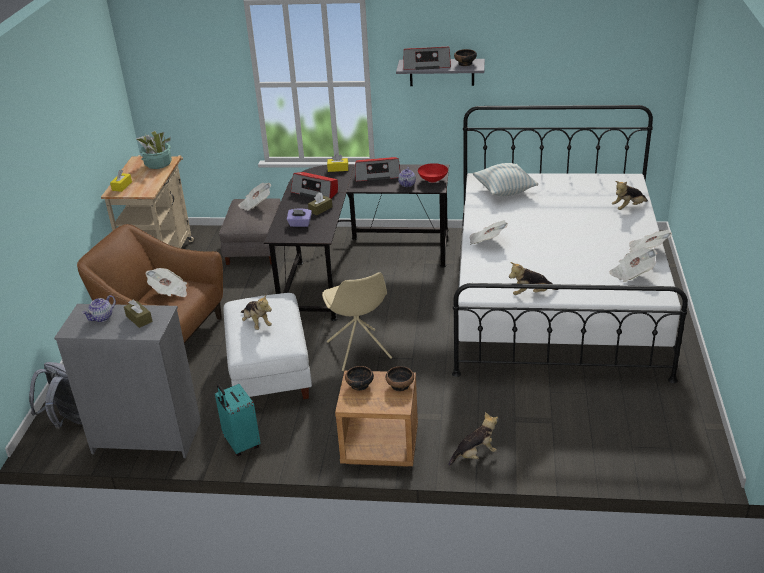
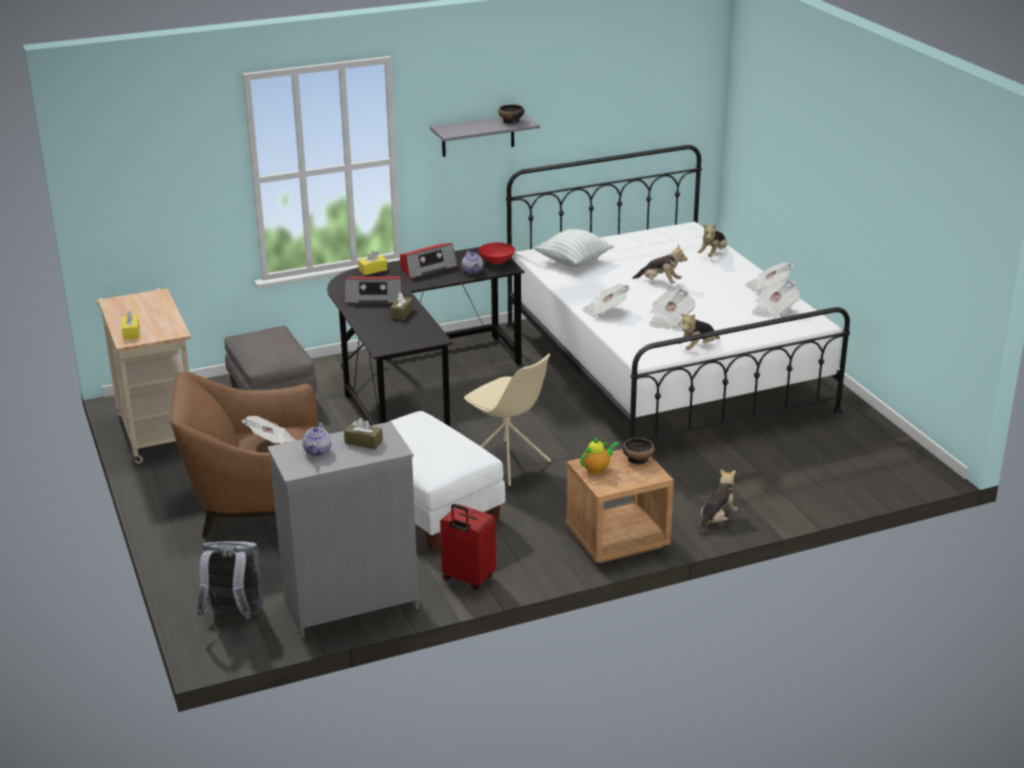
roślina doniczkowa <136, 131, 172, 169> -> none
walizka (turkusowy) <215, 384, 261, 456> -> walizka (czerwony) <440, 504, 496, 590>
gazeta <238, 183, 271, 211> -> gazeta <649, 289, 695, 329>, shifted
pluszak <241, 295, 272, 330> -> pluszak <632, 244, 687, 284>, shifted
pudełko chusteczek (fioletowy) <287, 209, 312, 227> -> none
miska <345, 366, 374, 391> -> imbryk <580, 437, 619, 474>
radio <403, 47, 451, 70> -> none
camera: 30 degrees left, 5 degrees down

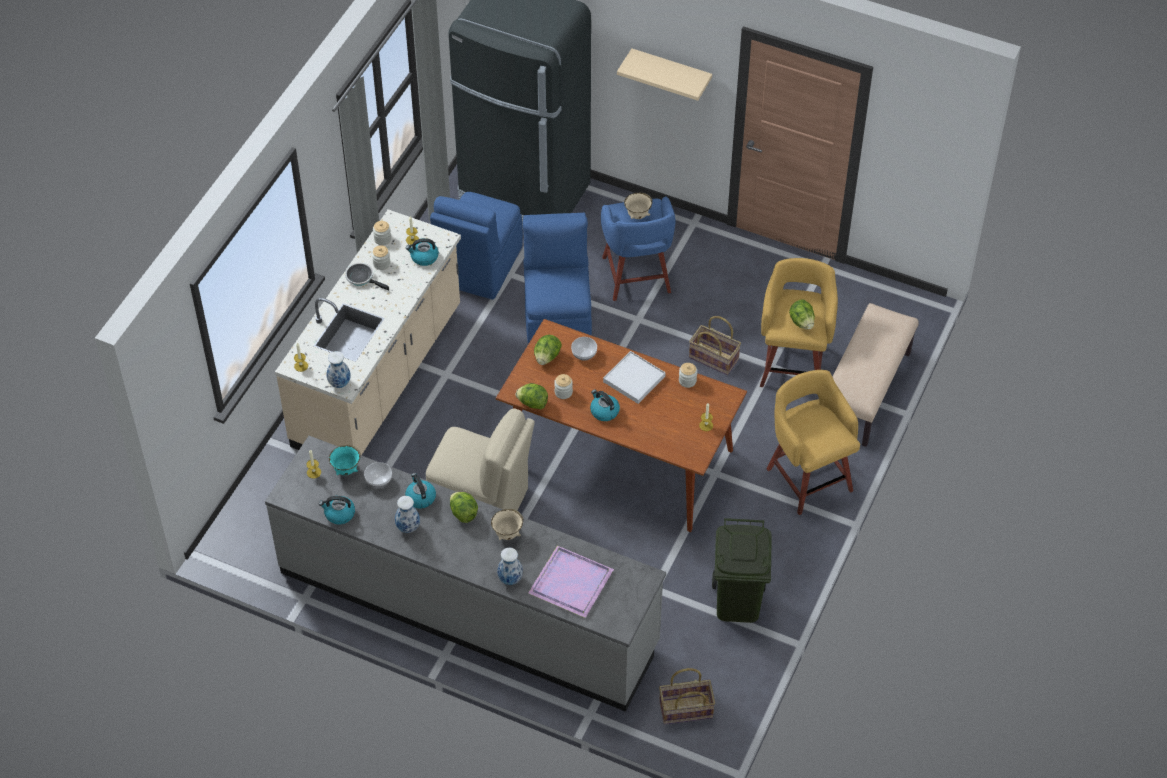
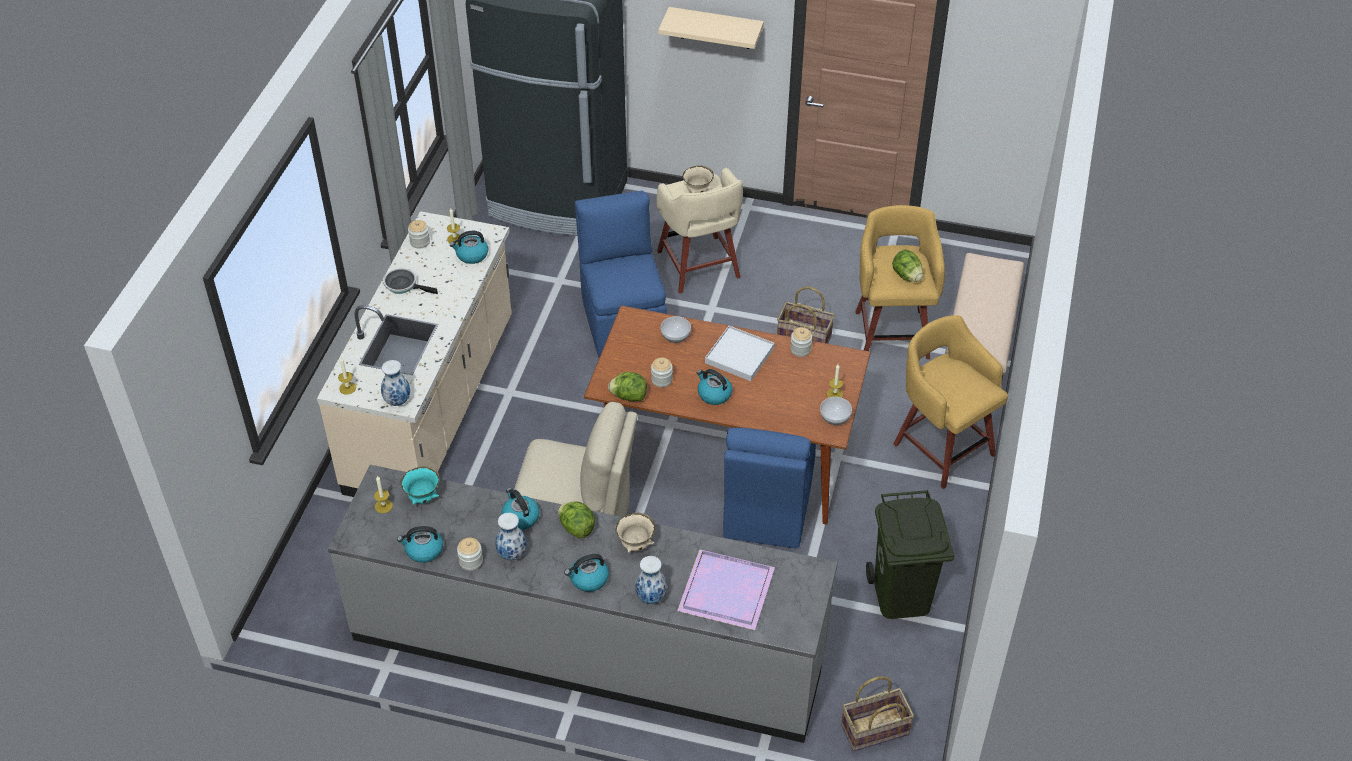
miska <364, 462, 392, 488> -> miska <820, 397, 852, 425>, shifted
słoik <372, 245, 390, 270> -> słoik <457, 538, 483, 571>, shifted
krzesło (niebieski) <430, 192, 523, 300> -> krzesło (niebieski) <723, 427, 816, 549>, shifted
sałata <534, 335, 562, 365> -> none
stołek (niebieski) <601, 197, 675, 301> -> stołek (beżowy) <657, 168, 743, 293>
none -> czajnik <564, 554, 609, 592>
camera: 10 degrees left, 5 degrees down

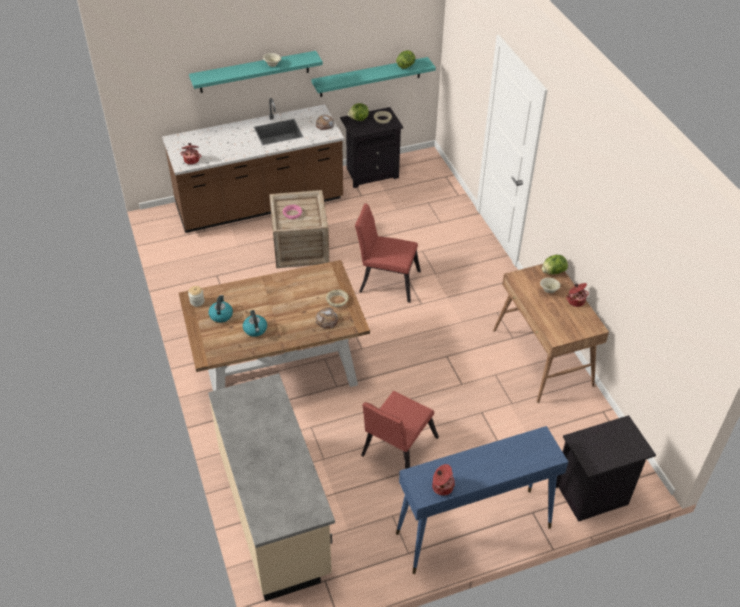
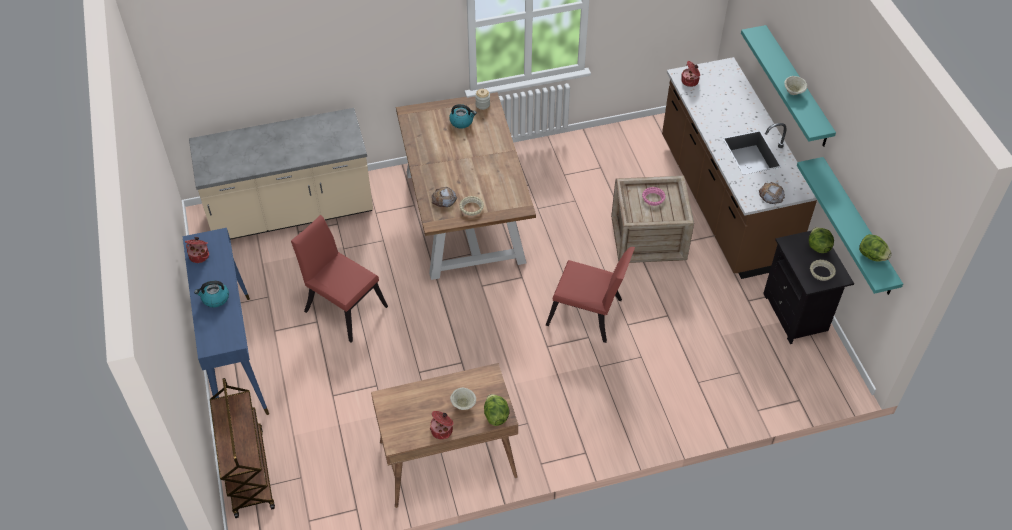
czajnik <243, 310, 267, 337> -> czajnik <194, 281, 229, 308>, shifted
krzesło (czerwony) <355, 203, 421, 303> -> krzesło (czerwony) <546, 247, 635, 343>, 90 degrees clockwise
szafka nocna (czarny) <556, 415, 656, 522> -> wózek (brązowy) <210, 378, 275, 518>
camera: 95 degrees right, 5 degrees up

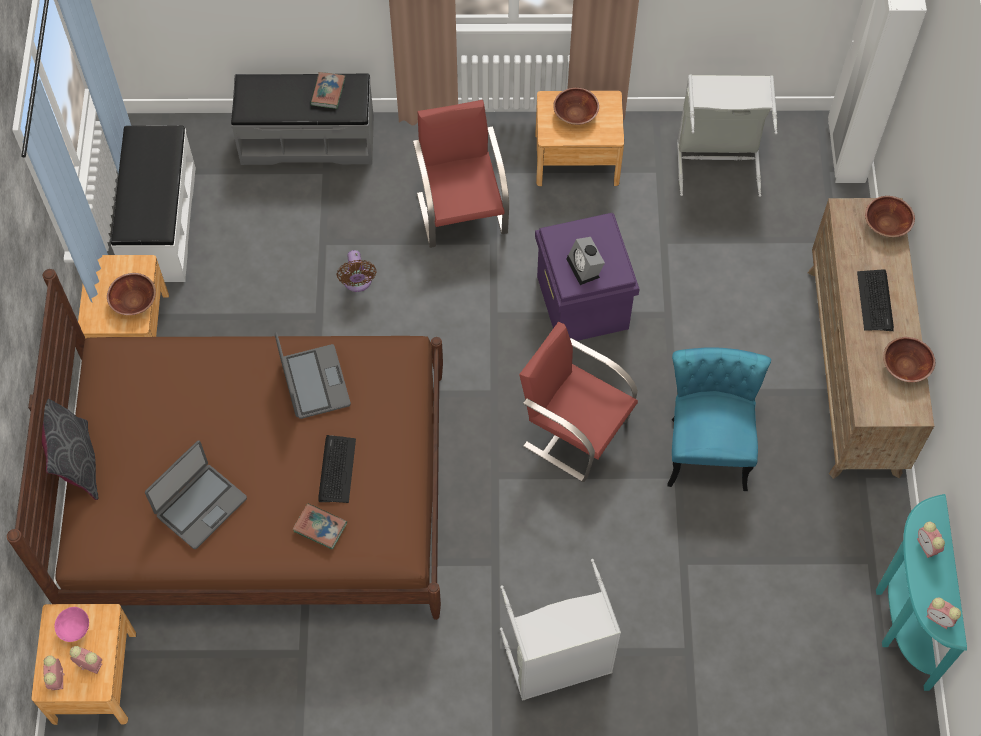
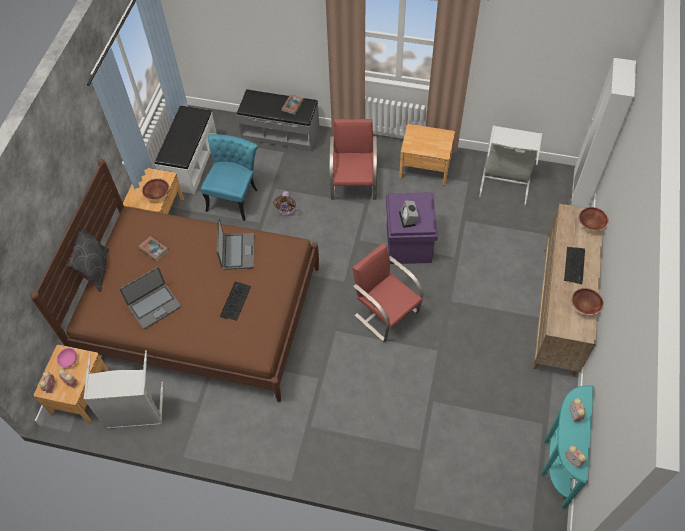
książka <292, 504, 347, 550> -> książka <139, 236, 169, 261>, shifted
kosz na pranie (szary) <500, 559, 621, 700> -> kosz na pranie (szary) <84, 350, 163, 429>, shifted
miska (brązowy) <553, 88, 599, 125> -> none
krzesło (turkusowy) <667, 347, 771, 491> -> krzesło (turkusowy) <200, 134, 258, 221>, shifted
camera: 15 degrees right, 5 degrees down

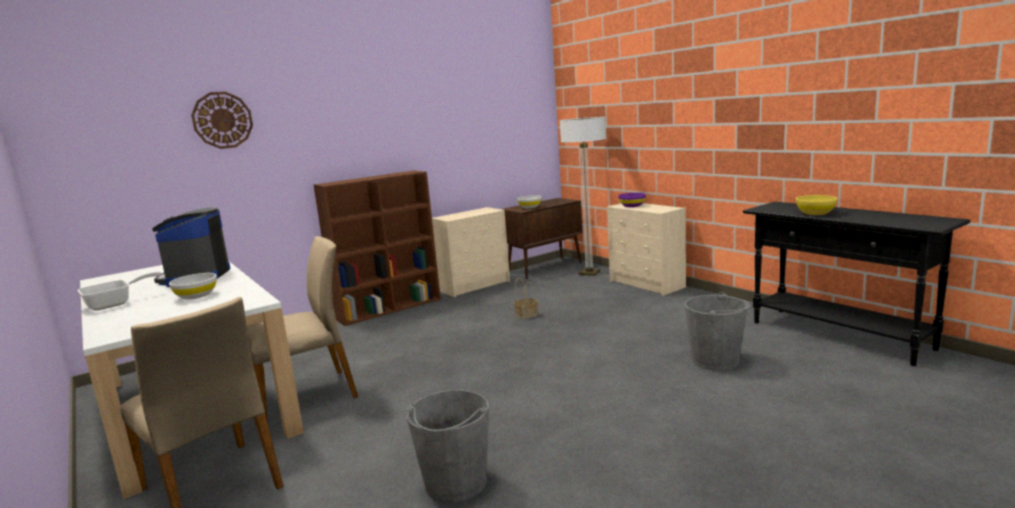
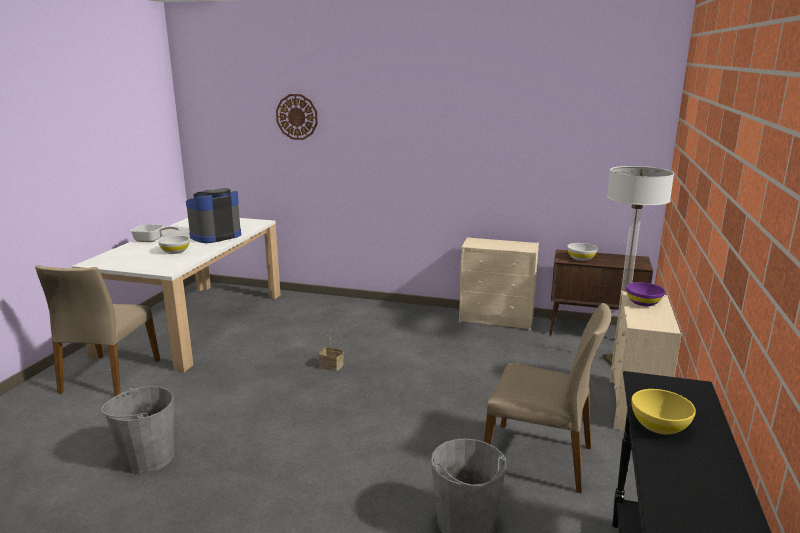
krzesło (beżowy) <247, 236, 358, 423> -> krzesło (beżowy) <484, 303, 611, 494>, shifted
regał (brązowy) <314, 170, 441, 326> -> none
koszyk <513, 278, 538, 320> -> koszyk <318, 326, 344, 371>, shifted
camera: 50 degrees right, 5 degrees up

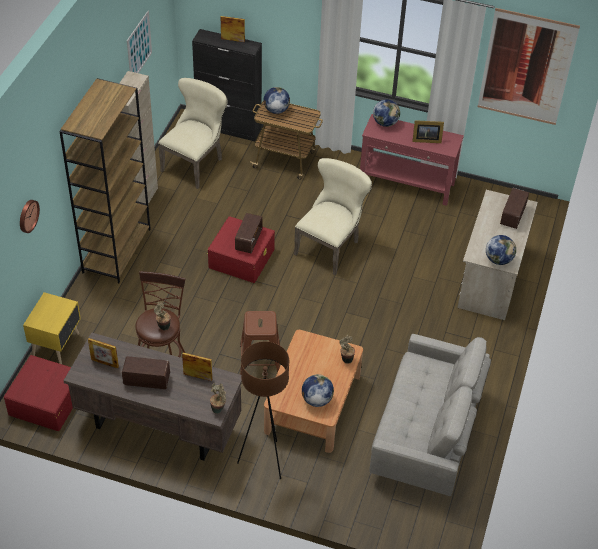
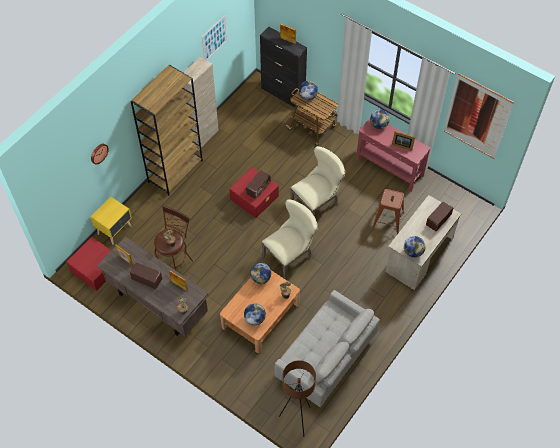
krzesło (beżowy) <158, 78, 227, 189> -> krzesło (beżowy) <262, 199, 318, 280>, shifted
lampa stojąca (brązowy) <237, 341, 289, 479> -> lampa stojąca (brązowy) <279, 360, 316, 437>, shifted
stołek (brązowy) <240, 311, 280, 375> -> stołek (brązowy) <372, 189, 404, 234>, shifted
none -> globus <250, 263, 271, 284>
camera: 20 degrees right, 10 degrees up

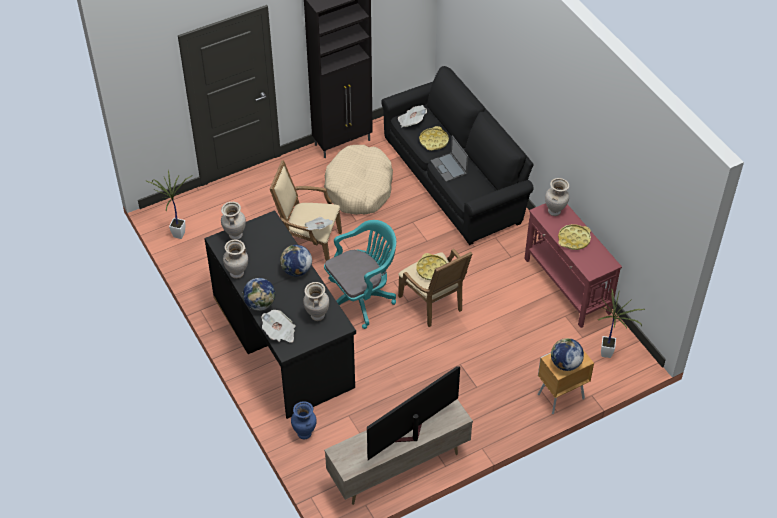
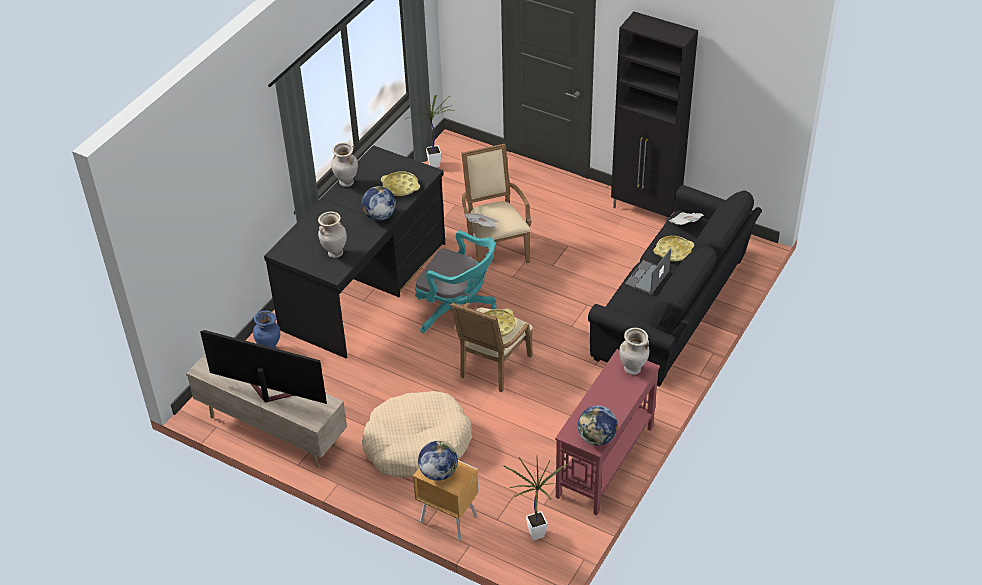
wazon (beżowy) <221, 202, 246, 240> -> none
globus <243, 278, 275, 311> -> globus <578, 406, 618, 446>, shifted
gazeta <262, 310, 295, 343> -> none
legowisko (beżowy) <324, 145, 393, 215> -> legowisko (beżowy) <362, 391, 472, 477>, shifted
taca (żółty) <558, 224, 591, 250> -> taca (żółty) <381, 171, 420, 196>, shifted
camera: 60 degrees right, 5 degrees down

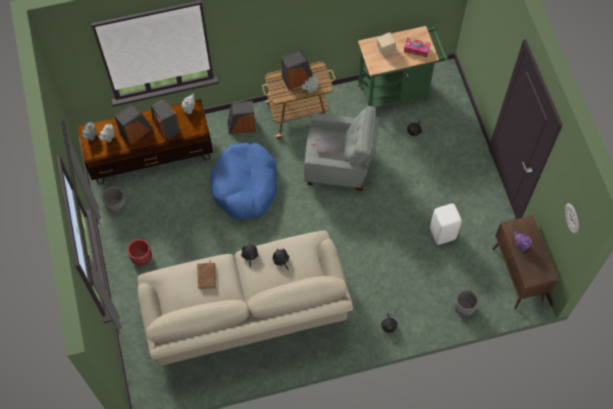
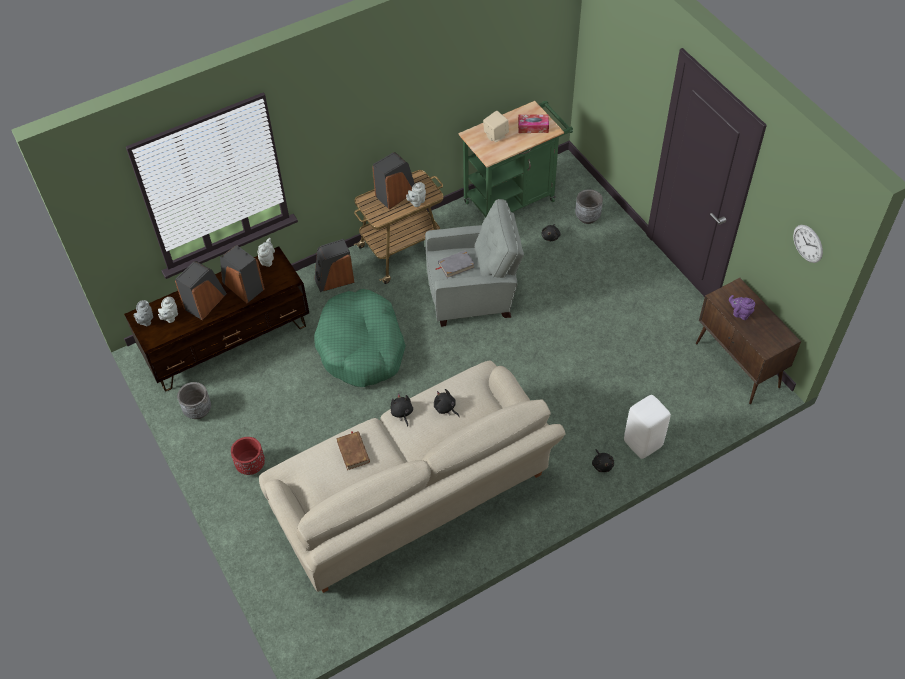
legowisko (niebieski) <210, 143, 277, 220> -> legowisko (zielony) <314, 289, 406, 387>
stołek (biały) <430, 203, 462, 245> -> stołek (biały) <624, 395, 671, 459>, shifted
donica (szary) <454, 289, 479, 316> -> donica (szary) <575, 189, 603, 224>, shifted
camera: 15 degrees left, 10 degrees down

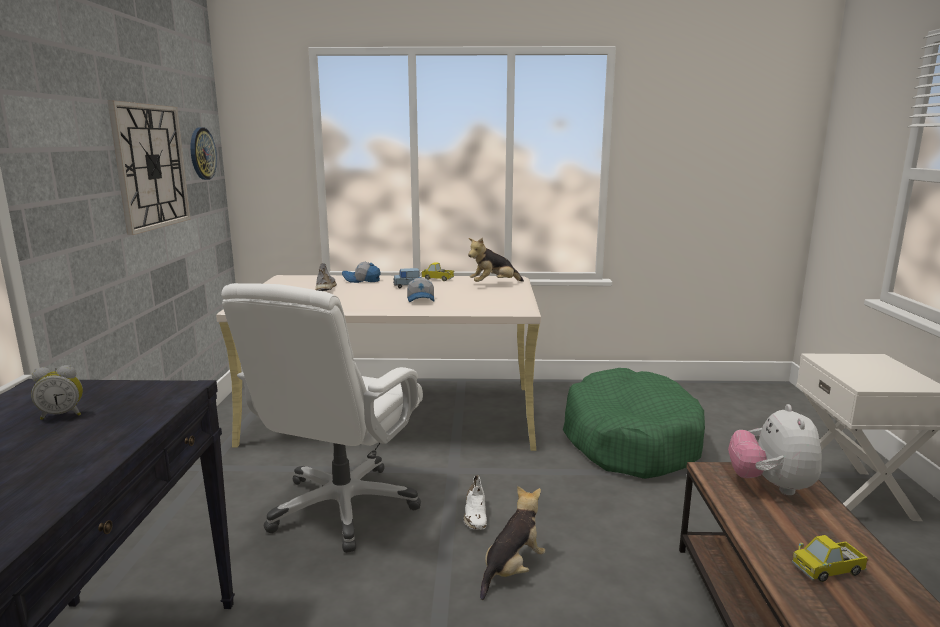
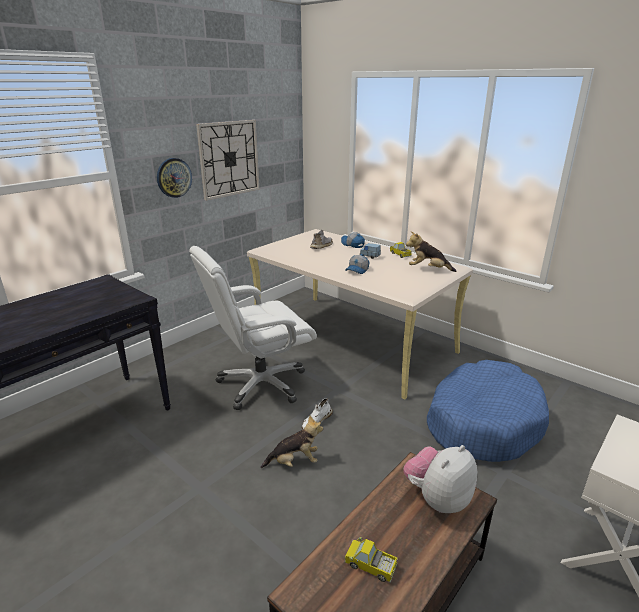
budzik <31, 365, 83, 420> -> none
zegar ścienny <191, 128, 217, 180> -> zegar ścienny <157, 158, 192, 198>, shifted
legowisko (zielony) <563, 368, 705, 479> -> legowisko (niebieski) <427, 360, 549, 462>
camera: 40 degrees right, 10 degrees up

